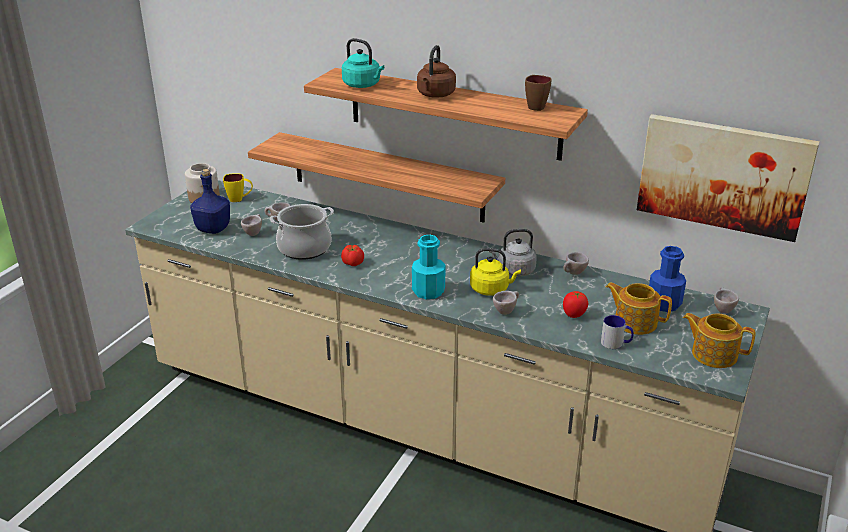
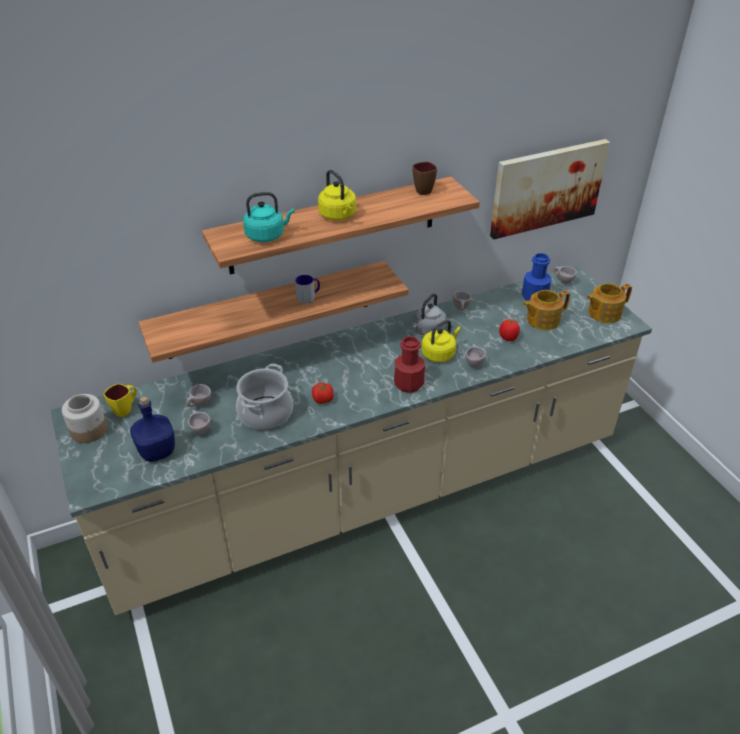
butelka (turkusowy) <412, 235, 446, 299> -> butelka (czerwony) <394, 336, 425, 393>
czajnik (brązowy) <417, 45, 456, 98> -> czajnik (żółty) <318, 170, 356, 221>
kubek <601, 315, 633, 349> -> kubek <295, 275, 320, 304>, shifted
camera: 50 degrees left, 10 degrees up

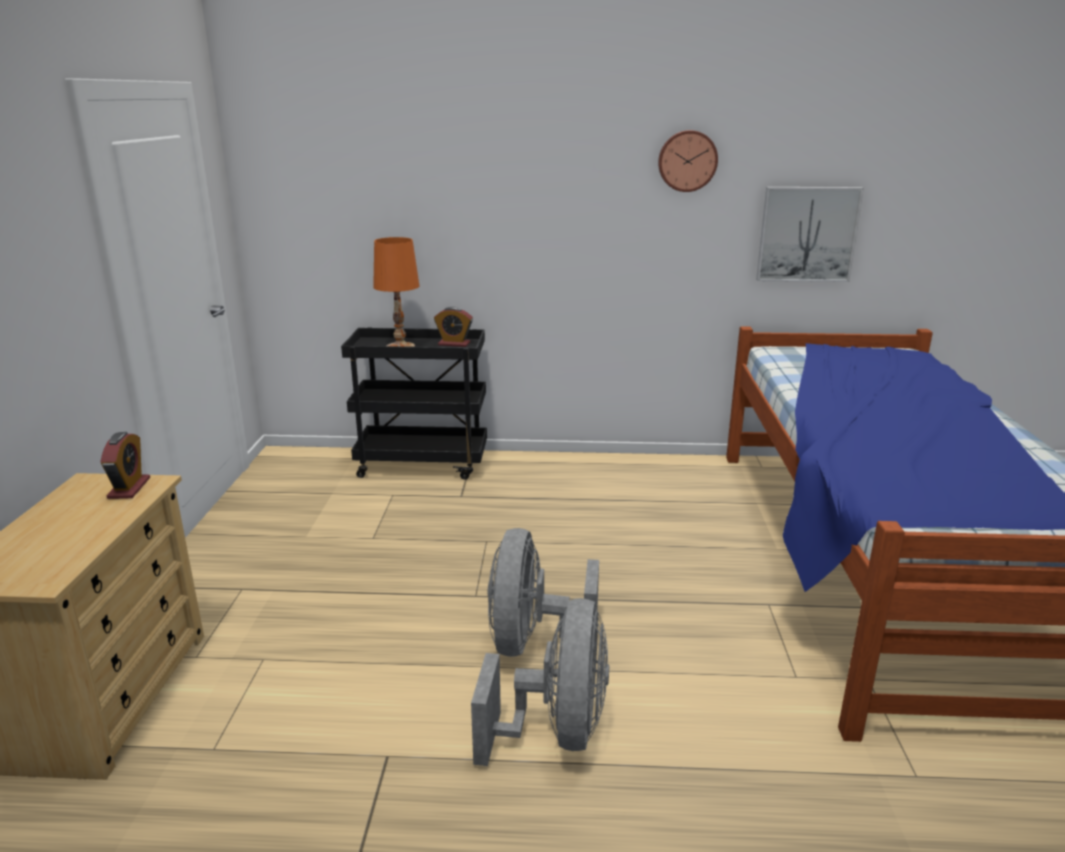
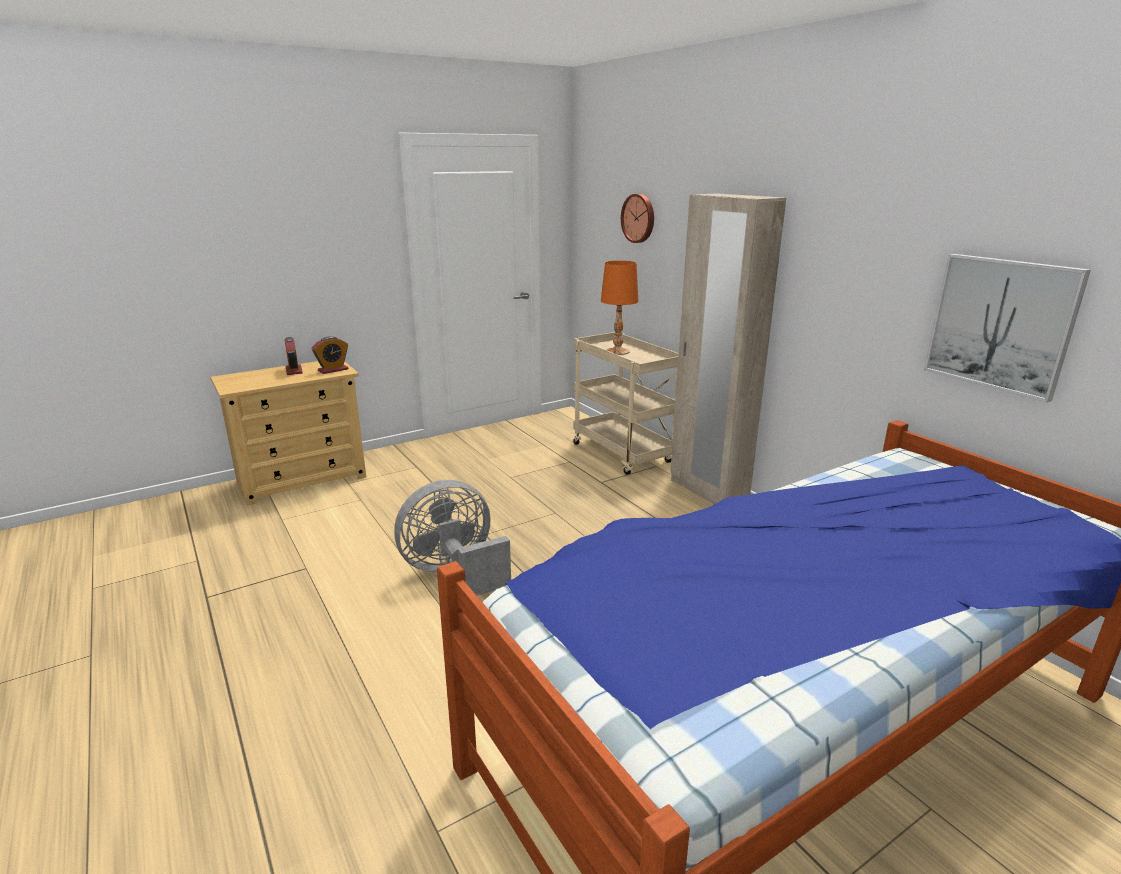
wózek (czarny) <341, 327, 487, 480> -> wózek (beżowy) <573, 332, 679, 475>
budzik <434, 307, 473, 347> -> budzik <285, 337, 303, 375>, shifted
wentylator (szary) <471, 598, 609, 766> -> none
zegar ścienny <658, 130, 718, 192> -> zegar ścienny <621, 194, 654, 243>, shifted
none -> szafa (beżowy) <670, 193, 786, 504>
camera: 55 degrees right, 0 degrees up

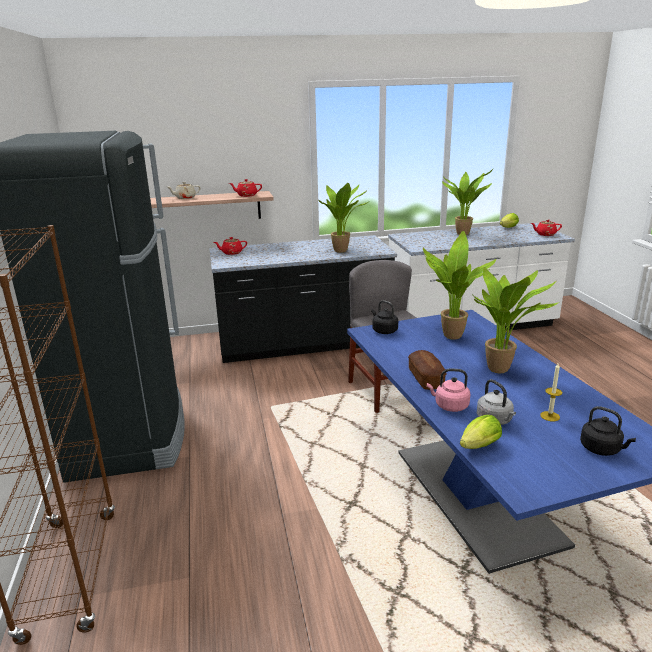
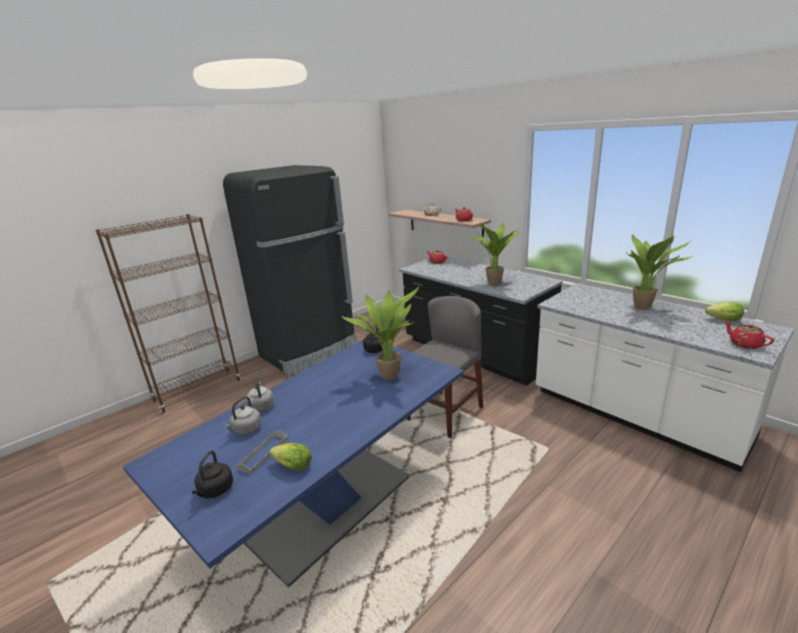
chleb <408, 350, 446, 390> -> none
czajnik (różowy) <427, 369, 470, 412> -> czajnik (szary) <245, 377, 274, 412>
sałata <460, 415, 502, 449> -> sałata <269, 443, 312, 471>, shifted
roślina doniczkowa <472, 267, 559, 373> -> none
świeca <540, 363, 562, 422> -> taca (szary) <237, 430, 288, 474>
camera: 60 degrees right, 0 degrees up

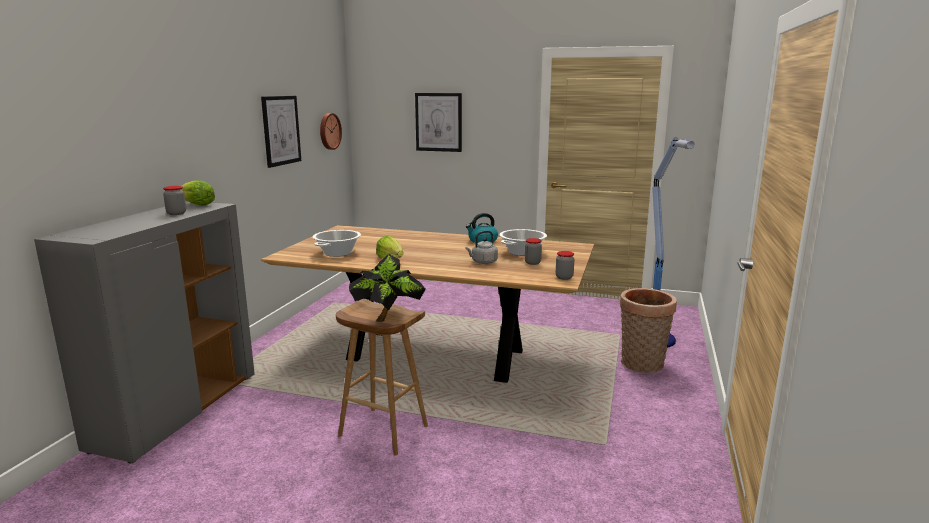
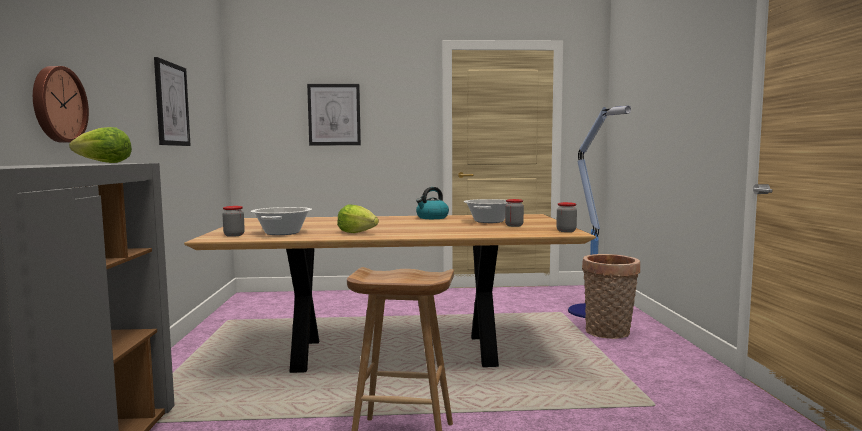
słoik <163, 186, 186, 215> -> słoik <222, 206, 245, 237>, shifted
zegar ścienny <320, 113, 342, 150> -> zegar ścienny <33, 66, 89, 143>, shifted
roślina doniczkowa <349, 254, 425, 322> -> none
czajnik (szary) <466, 231, 498, 264> -> none
camera: 20 degrees left, 10 degrees down

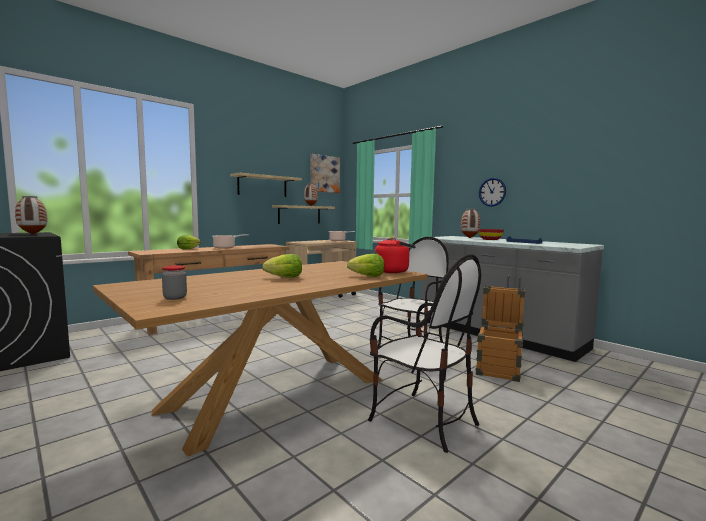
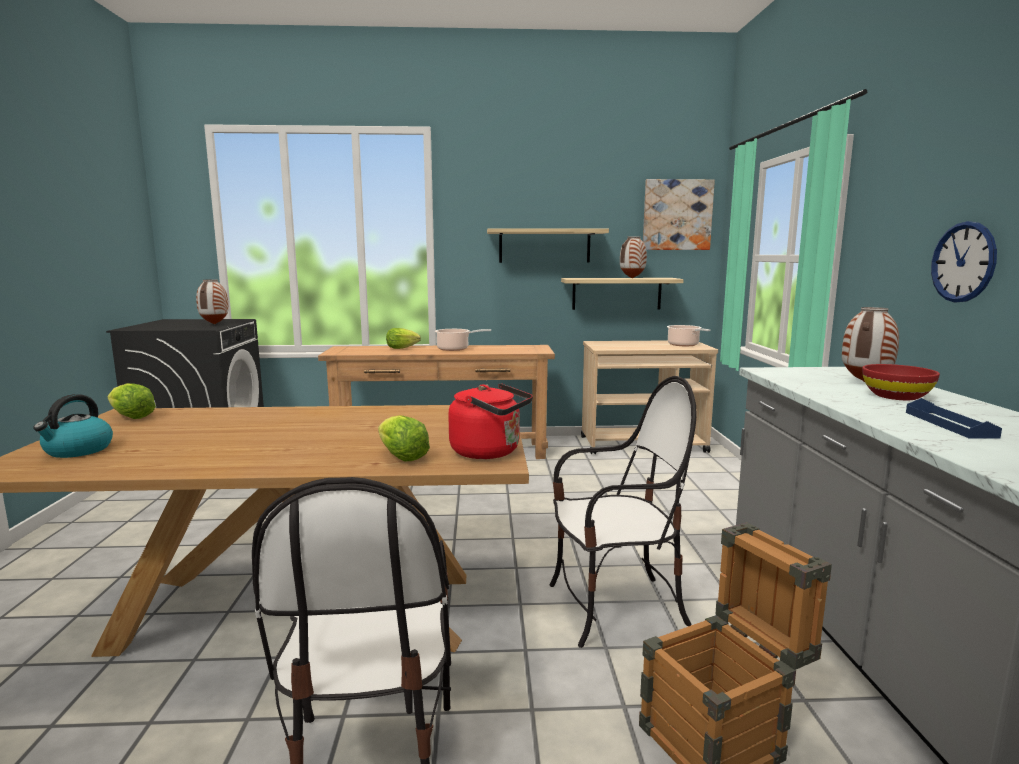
słoik <162, 265, 187, 300> -> czajnik <33, 394, 113, 458>
sałata <262, 254, 302, 278> -> sałata <108, 383, 156, 419>, shifted
camera: 40 degrees right, 5 degrees up

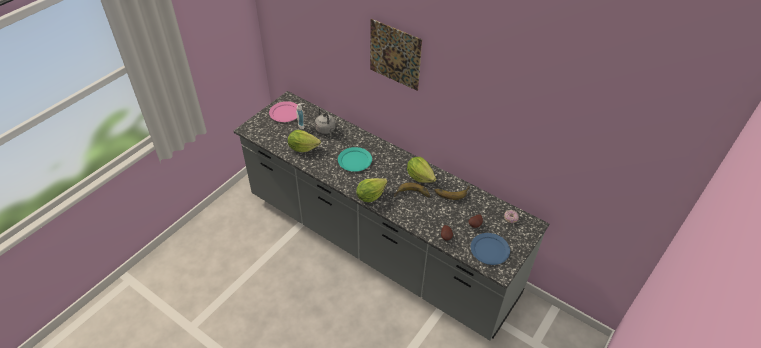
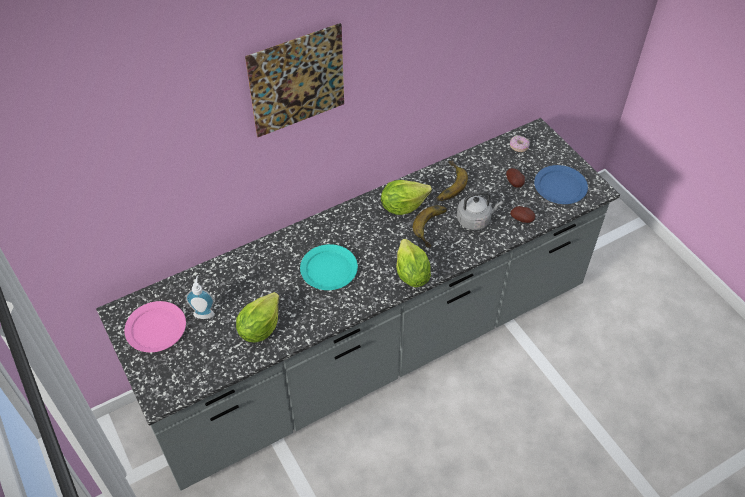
czajnik (szary) <315, 108, 336, 134> -> czajnik (szary) <457, 191, 503, 230>, shifted
camera: 65 degrees left, 5 degrees up

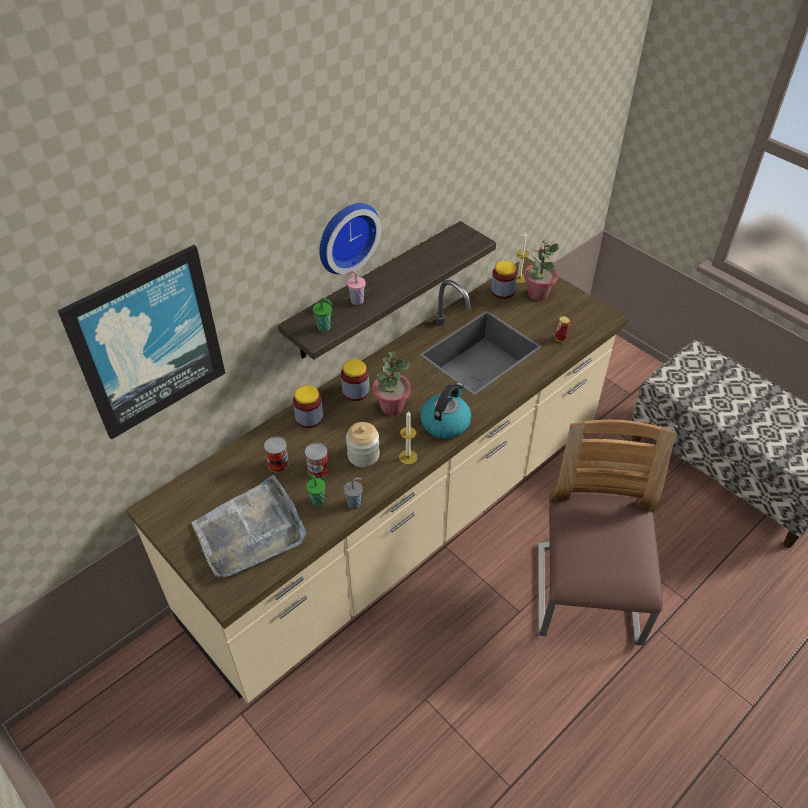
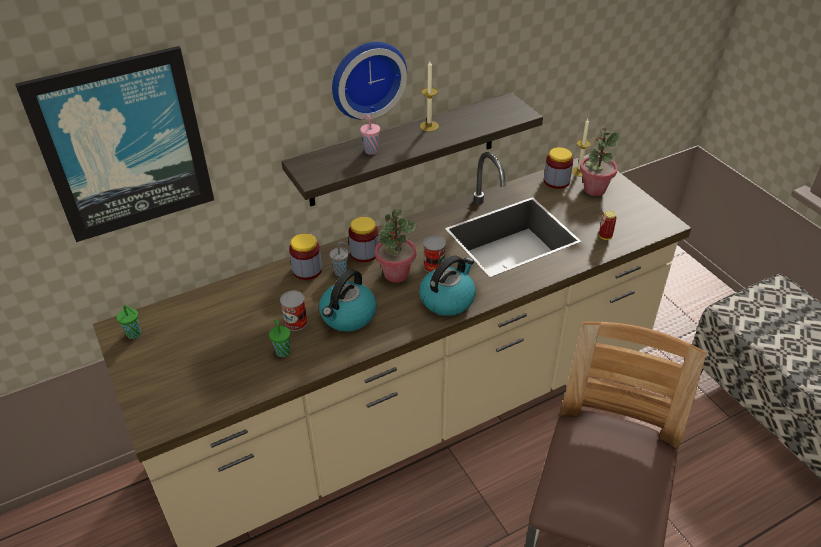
taca (szary) <192, 475, 306, 577> -> none
puszka <264, 436, 289, 473> -> puszka <423, 236, 446, 272>, shifted
filiżanka (zielony) <313, 298, 333, 332> -> filiżanka (zielony) <117, 305, 141, 339>, shifted
filiżanka (szary) <343, 478, 363, 509> -> filiżanka (szary) <330, 242, 349, 276>, shifted
słoik <346, 422, 380, 467> -> czajnik <319, 269, 377, 331>
świeca <399, 411, 417, 465> -> świeca <420, 61, 439, 132>, shifted
camera: 15 degrees right, 5 degrees down

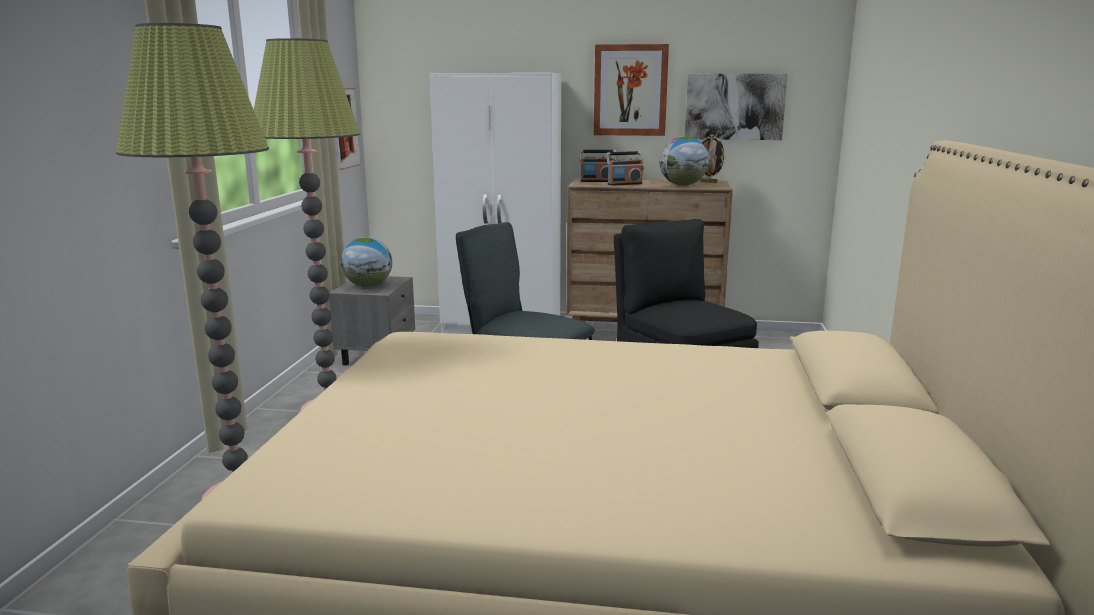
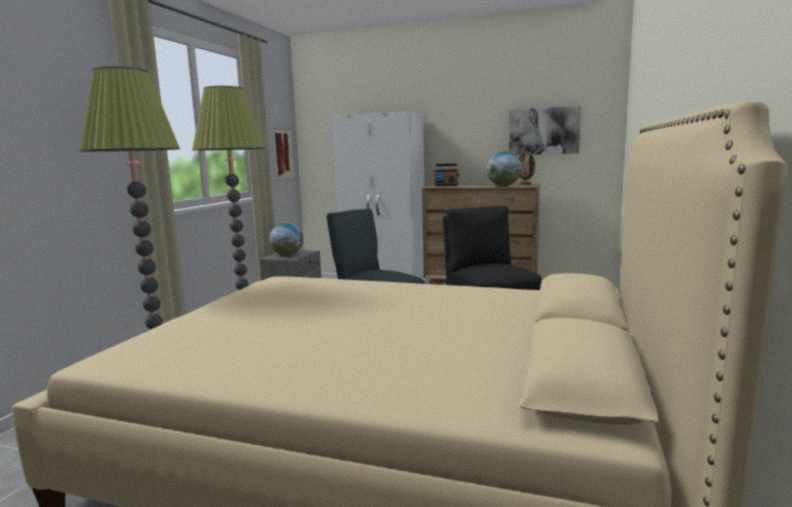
obraz <594, 44, 669, 136> -> none
radio <606, 151, 644, 186> -> none
camera: 10 degrees right, 5 degrees down

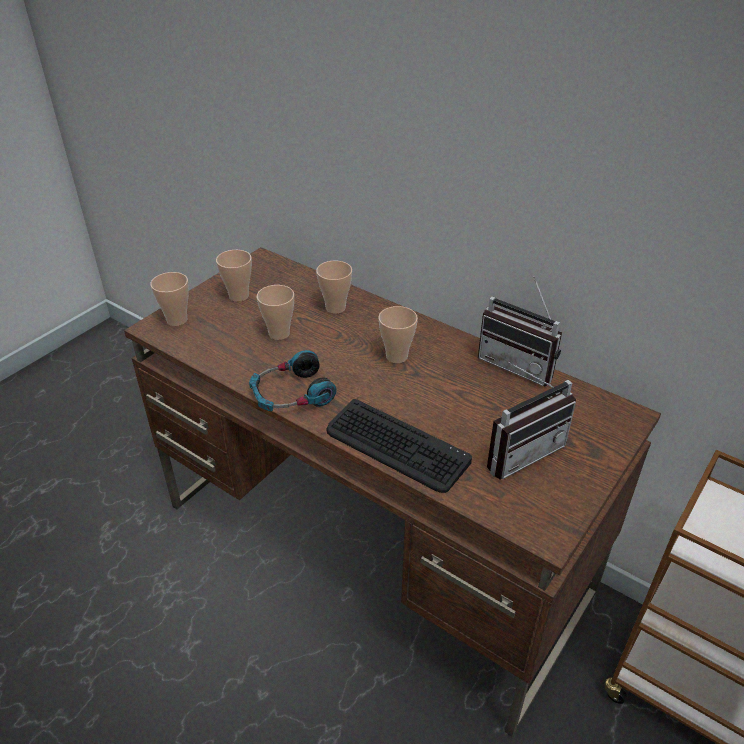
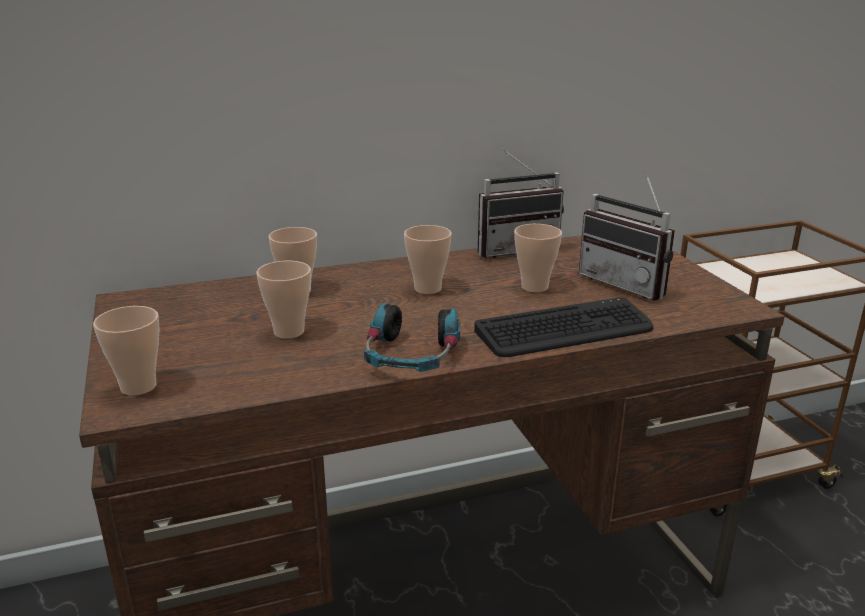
filiżanka <216, 250, 252, 302> -> filiżanka <514, 224, 562, 292>, shifted
radio <487, 362, 576, 480> -> radio <579, 171, 675, 300>, 135 degrees clockwise
camera: 55 degrees left, 15 degrees down

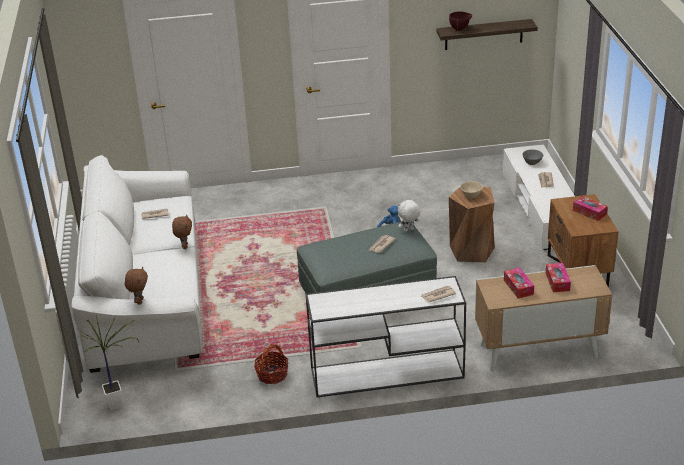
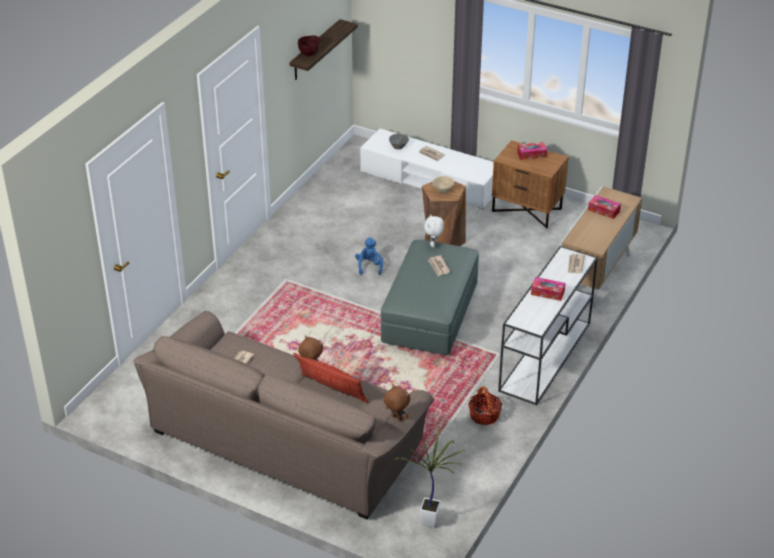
kanapa (biały) <71, 155, 203, 373> -> kanapa (brązowy) <134, 311, 434, 519>
pudełko chusteczek <504, 268, 534, 299> -> pudełko chusteczek <531, 277, 565, 301>, shifted
none -> poduszka <293, 353, 369, 403>
camera: 55 degrees left, 5 degrees up

